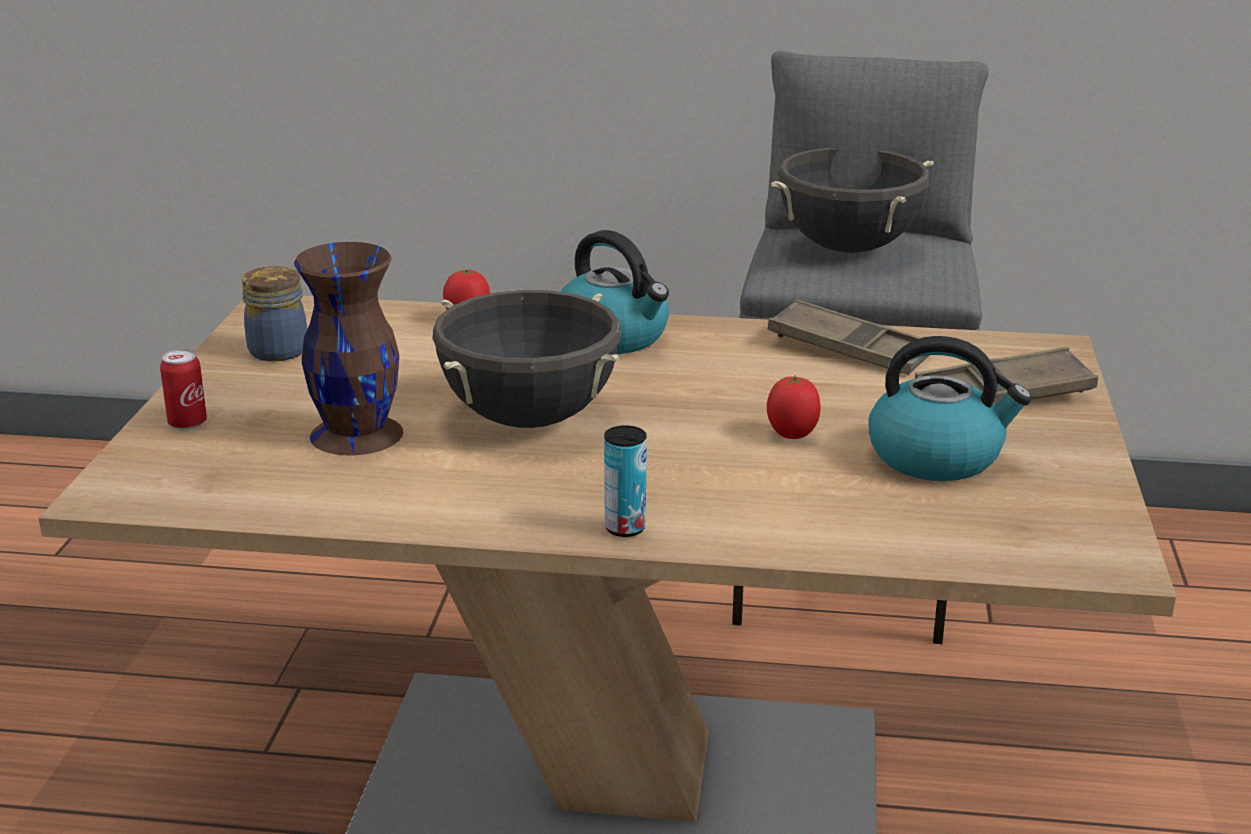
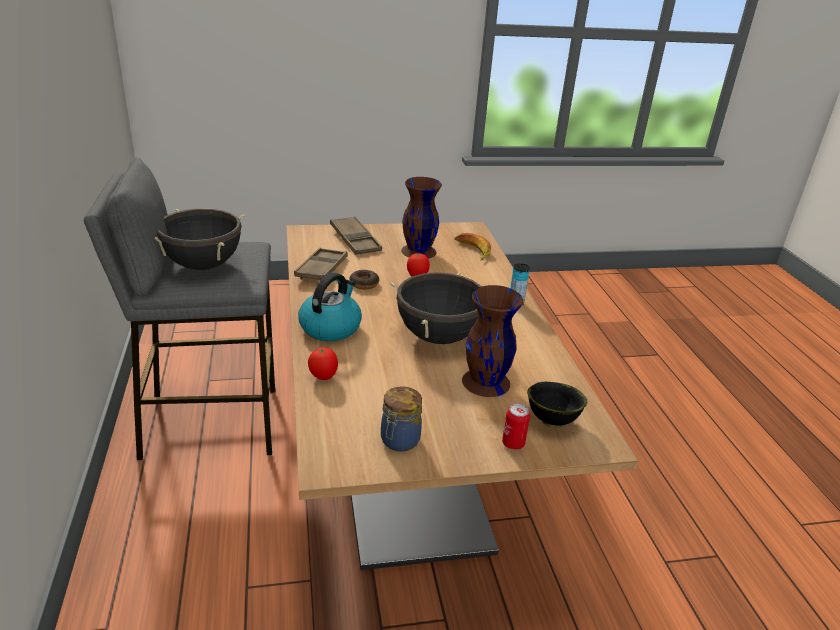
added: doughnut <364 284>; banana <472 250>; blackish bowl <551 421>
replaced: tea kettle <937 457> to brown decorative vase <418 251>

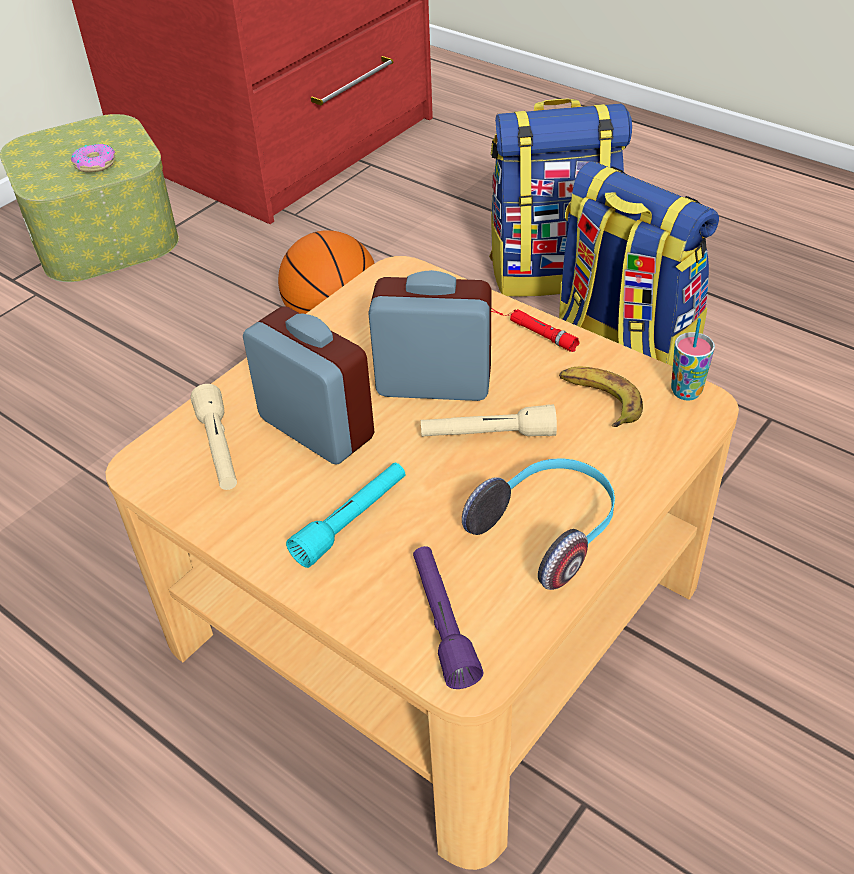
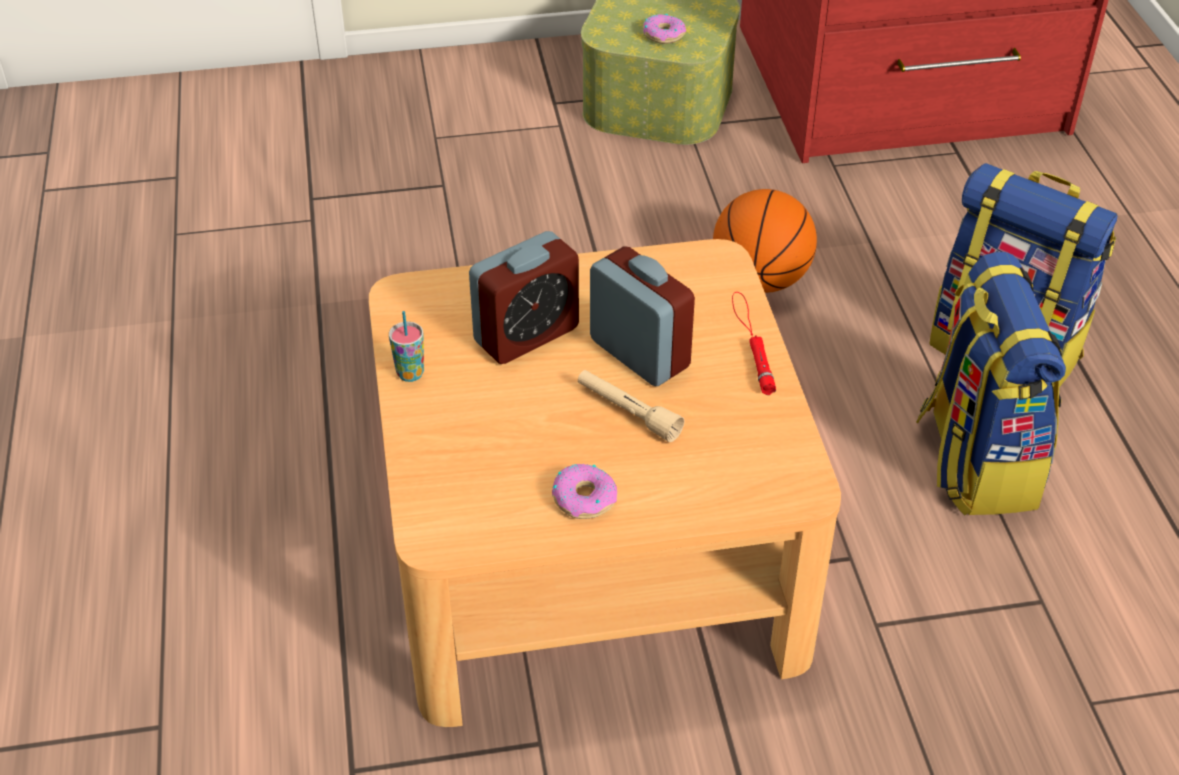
removed: sand-coloured torch <219 448>; turquoise torch <352 521>; purplish torch <442 623>; banana <599 400>
moved: drinking cup <686 392> to <410 374>
replaced: pair of headphones <548 531> to doughnut <584 498>
turned: table clock <316 428> = <526 335> 60 degrees clockwise

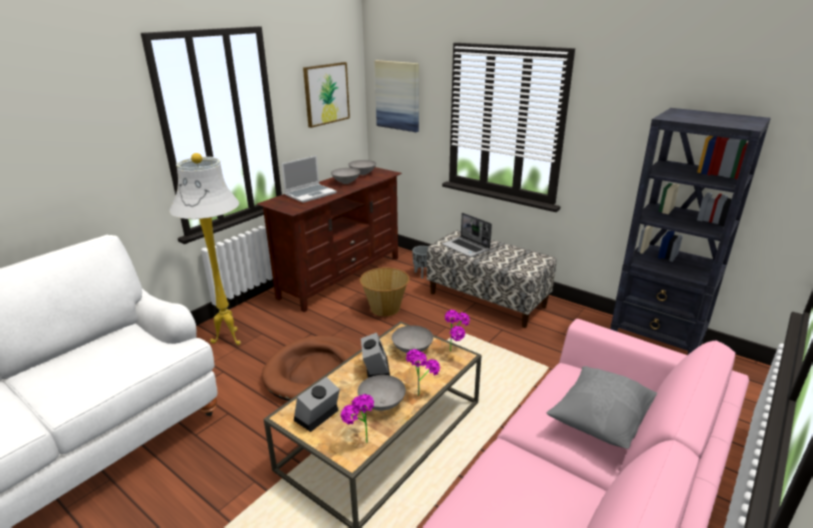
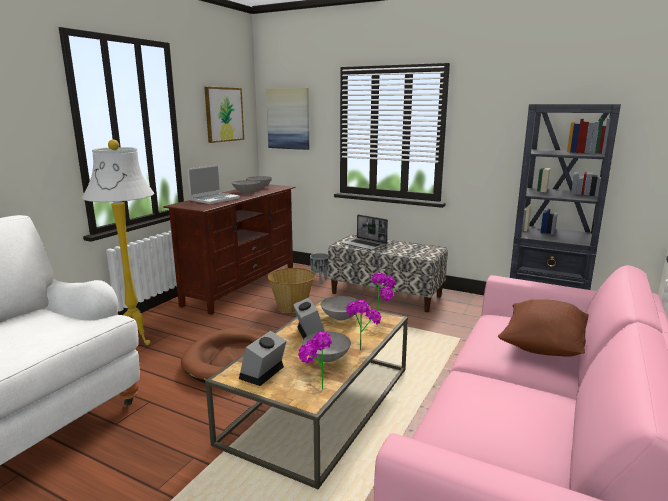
recoloured: greyish throw pillow <600 421> to brown throw pillow <543 346>

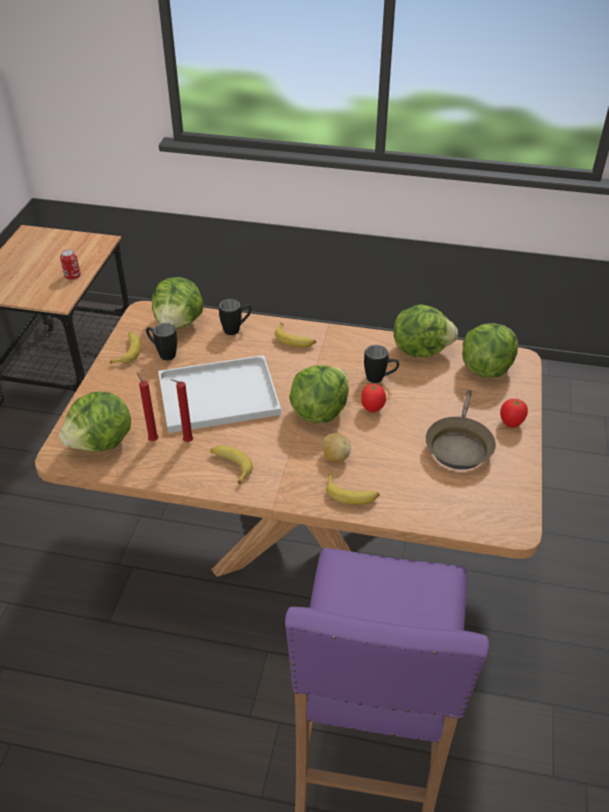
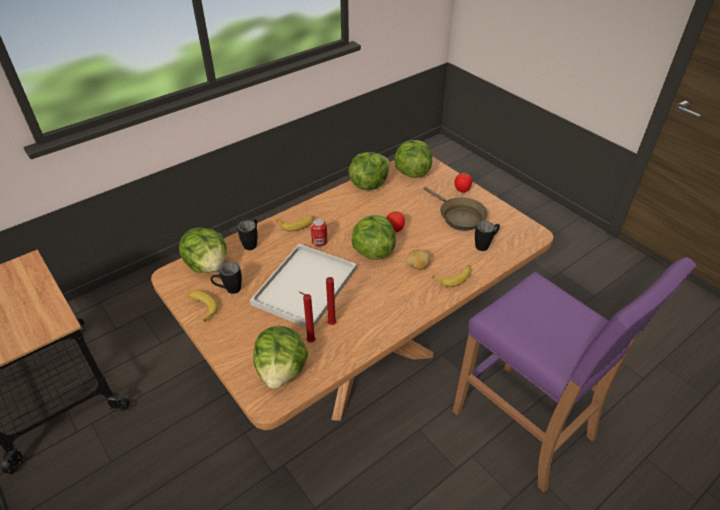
removed: banana <230 465>
moved: metal can <72 275> to <319 242>; blackish mug <380 379> to <485 245>

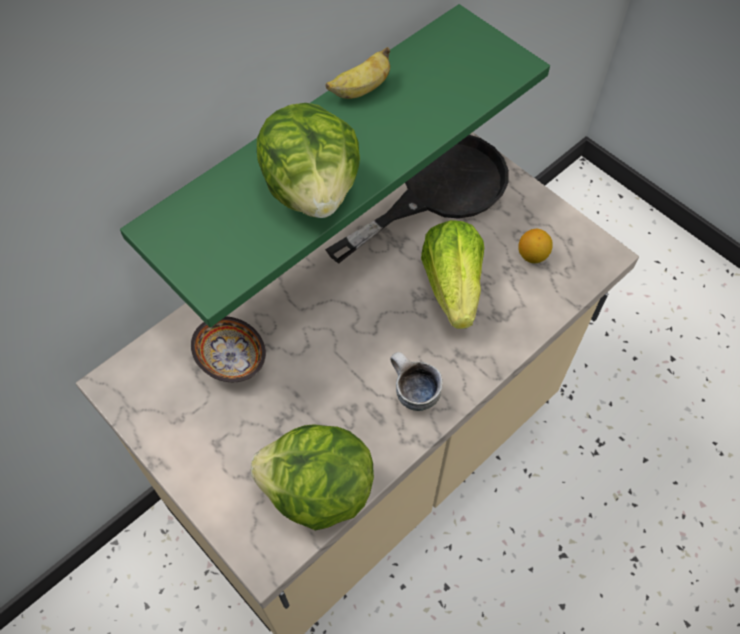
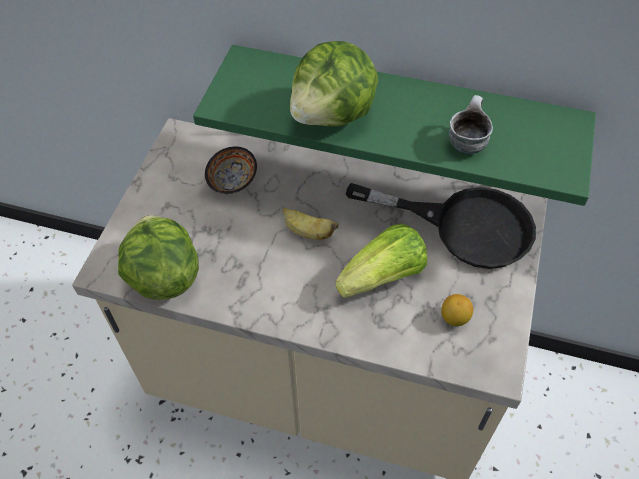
moved: banana <361 90> to <308 232>; mug <411 392> to <466 140>

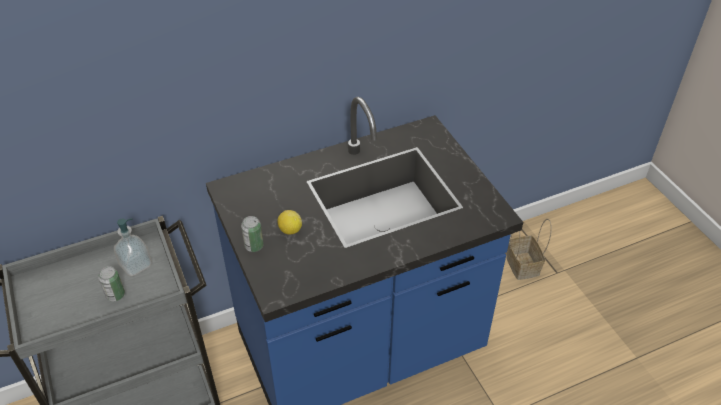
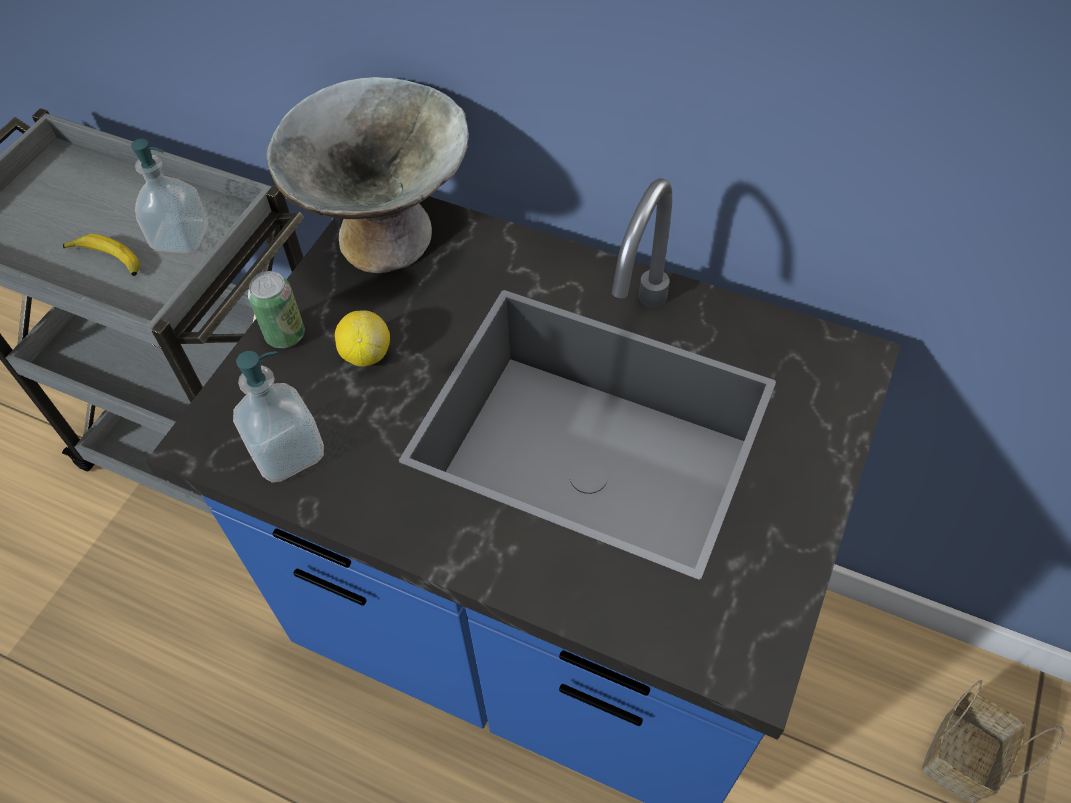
added: soap bottle <287 452>; greyish bowl <387 237>
replaced: metal can <115 295> to banana <108 260>

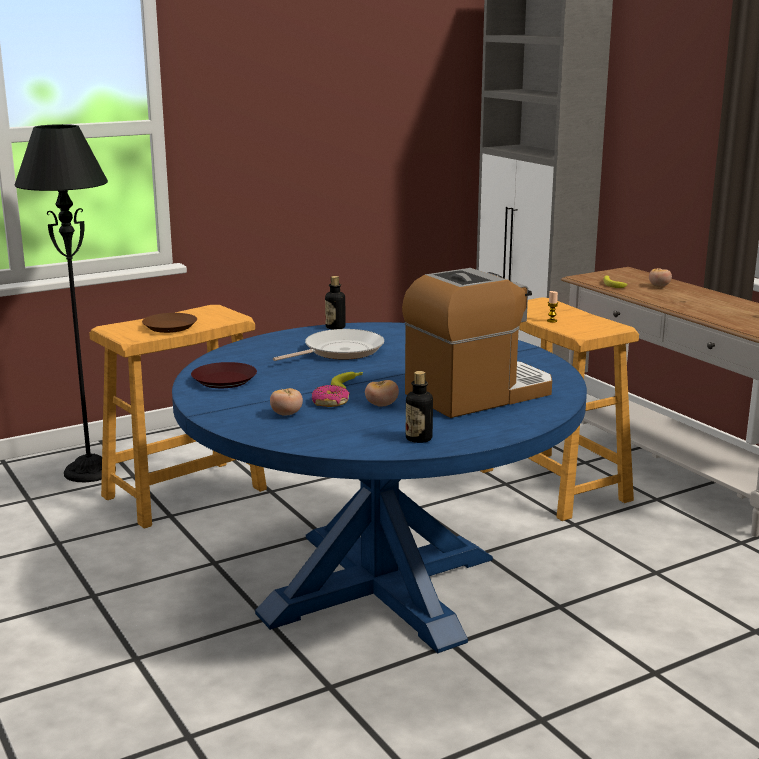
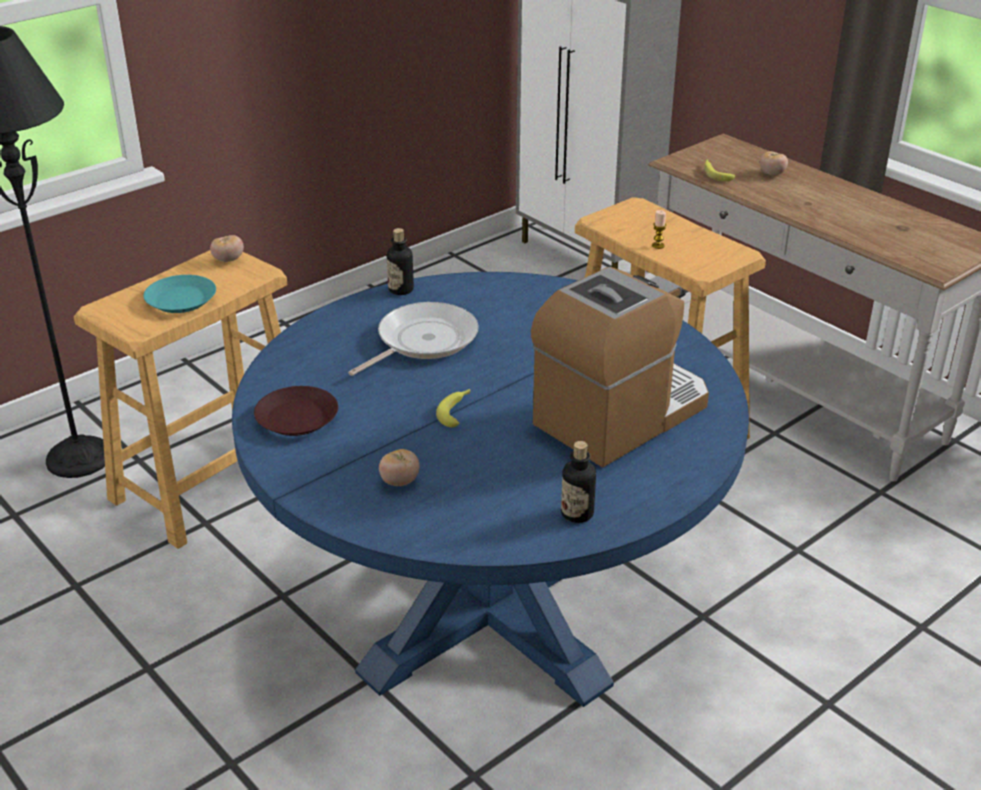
removed: doughnut <330 402>
moved: fresh tomato <381 405> to <228 260>
recoloured: brown plate <170 327> to turquoise plate <182 300>

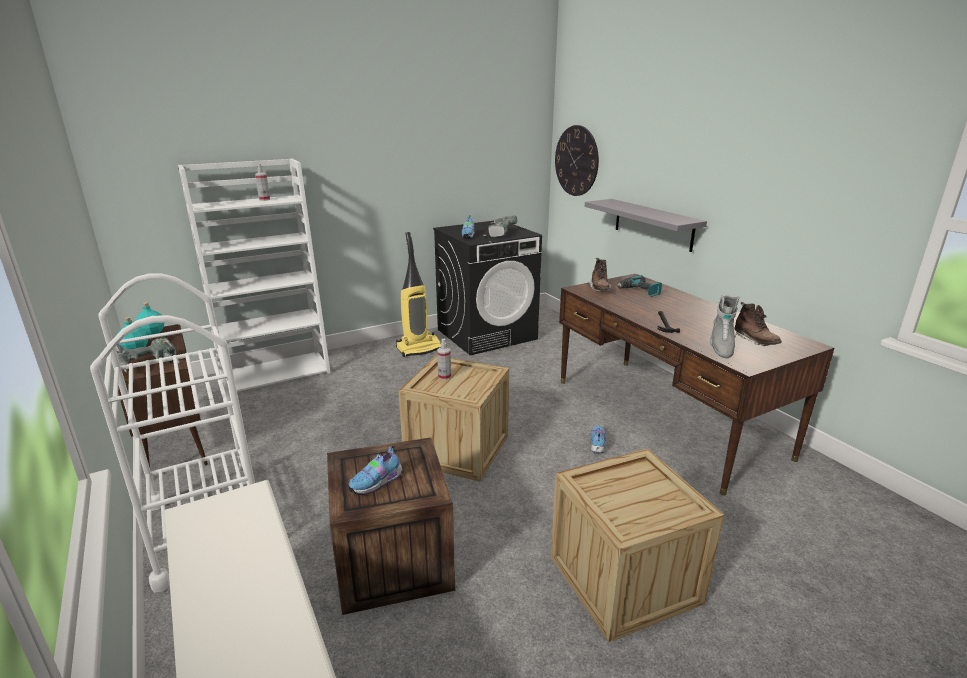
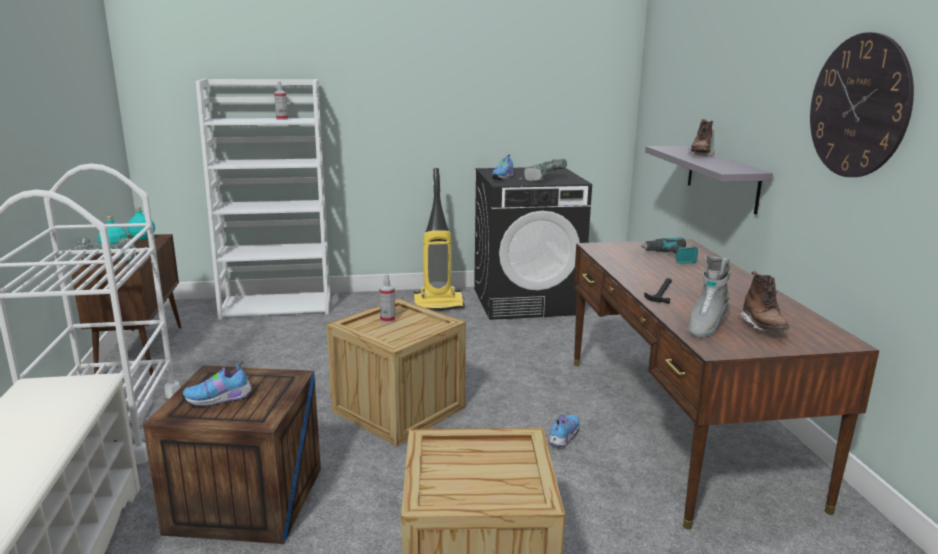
moved: clock on the wall <576 161> to <858 106>; brown boot <599 290> to <700 155>

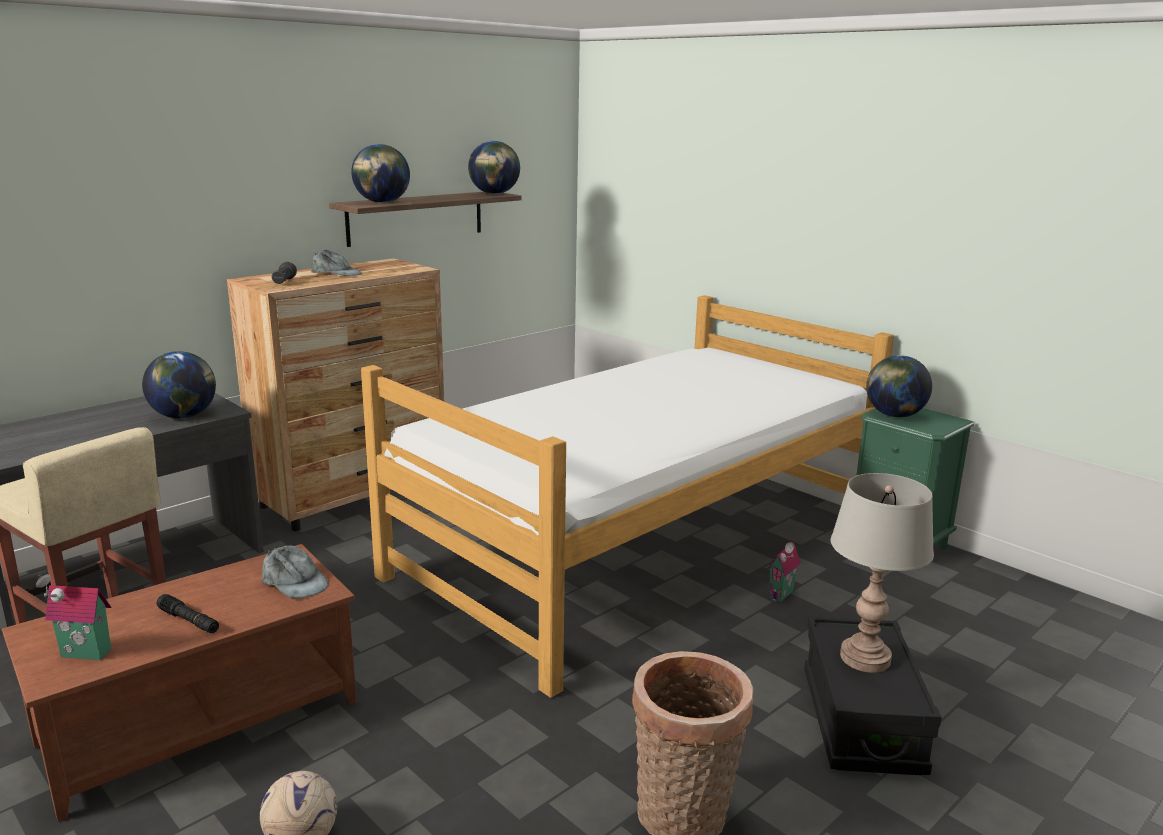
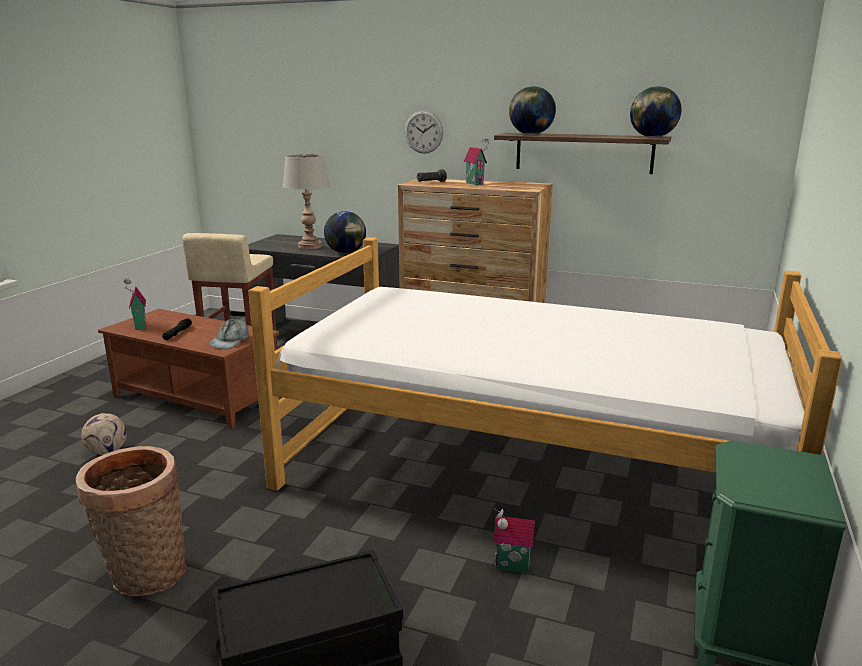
removed: desk globe <894 415>
added: clock on the wall <423 132>
moved: greyish tabletop lamp <865 658> to <310 247>
replaced: greyish peaked cap <336 273> to model house <476 183>

